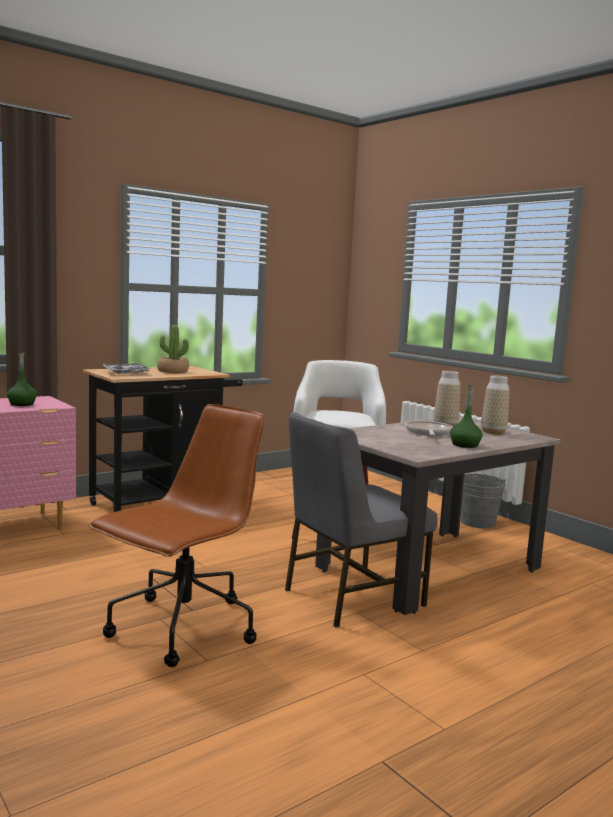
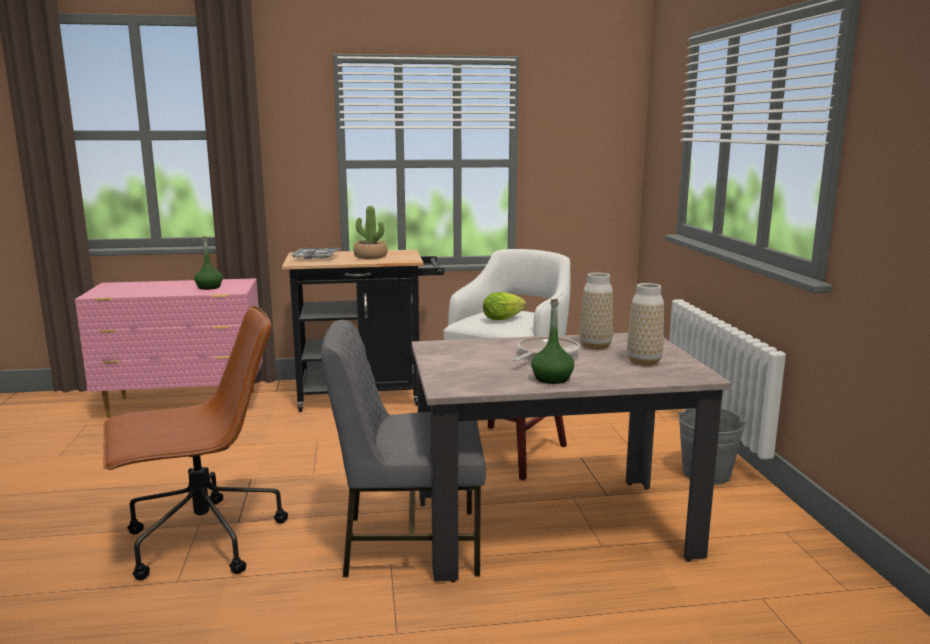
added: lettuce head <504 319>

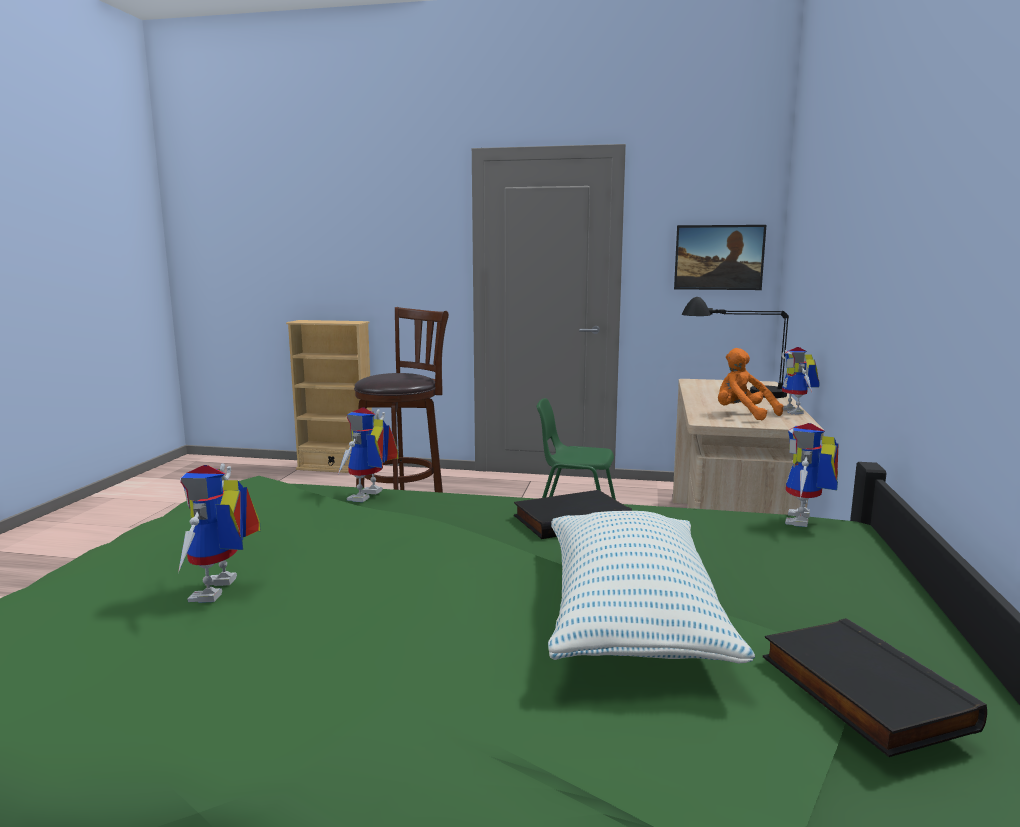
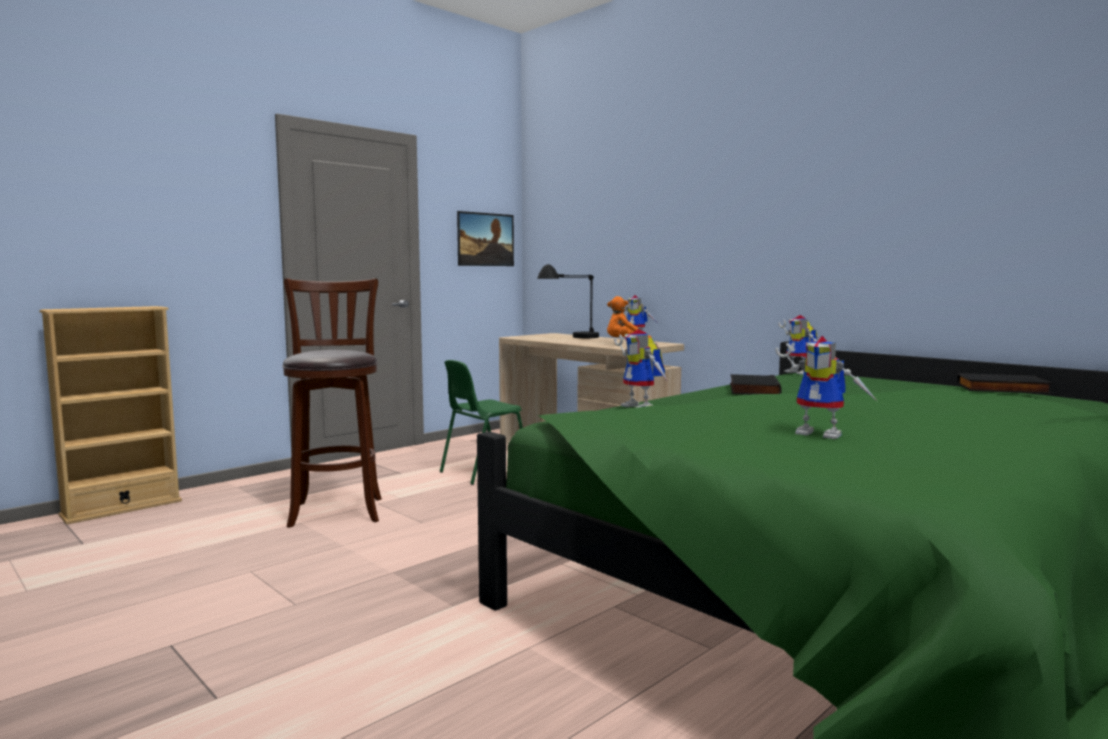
removed: throw pillow <630 617>

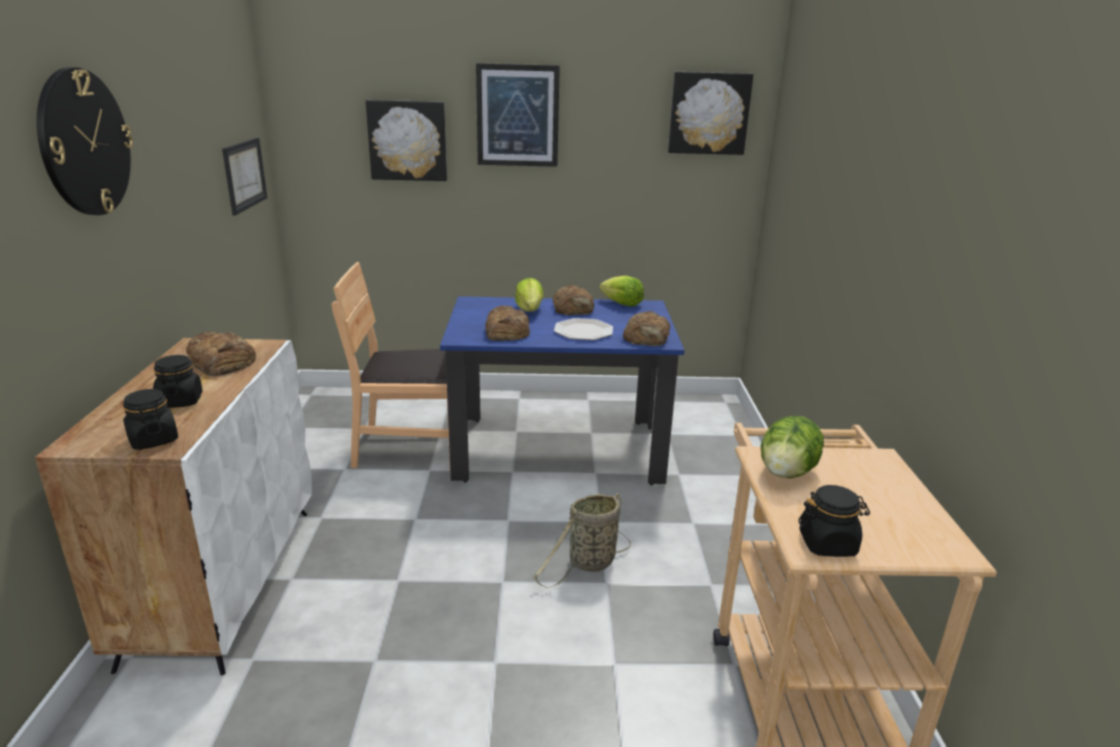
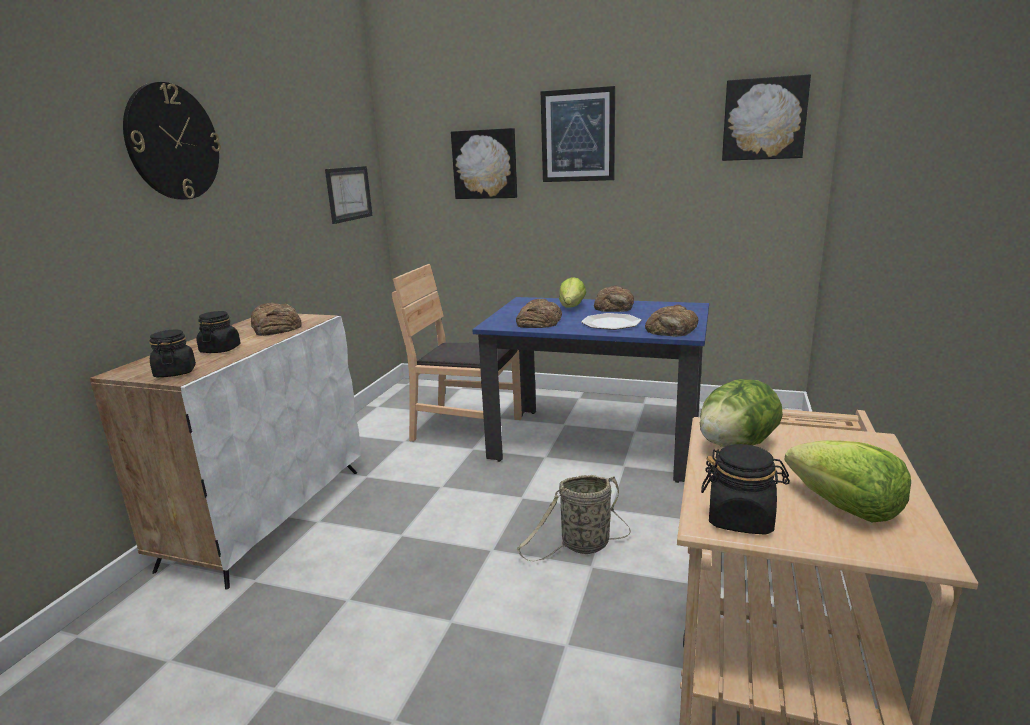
moved: lettuce head <622 304> to <844 507>

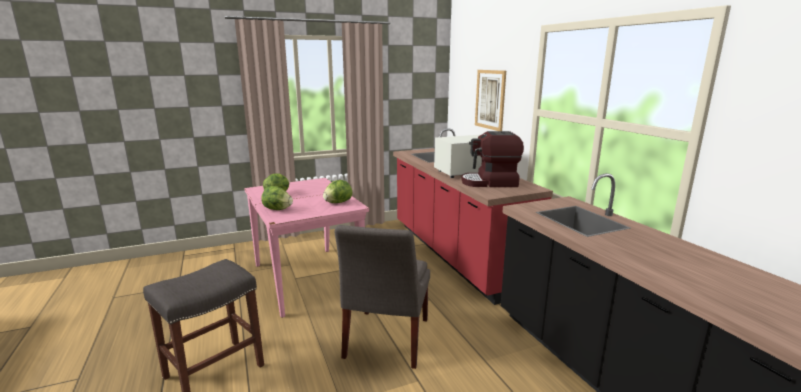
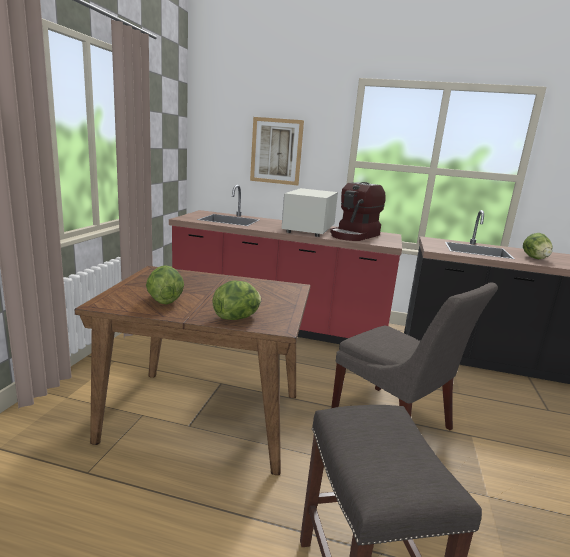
moved: lettuce head <338 202> to <535 258>
recoloured: pink-coloured dinner table <308 279> to brown dinner table <206 417>

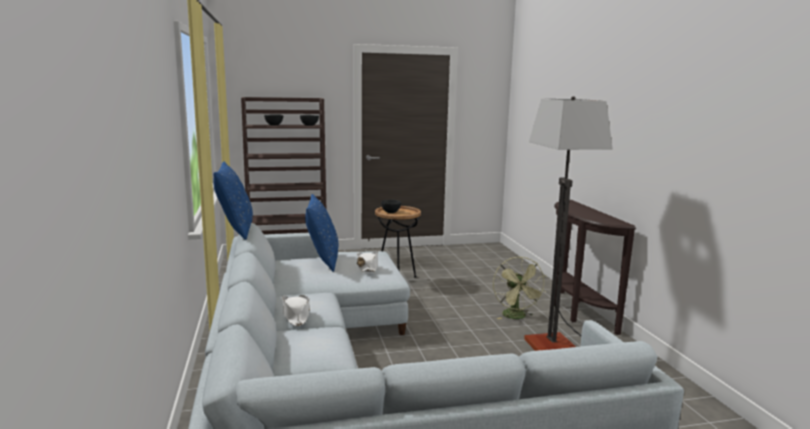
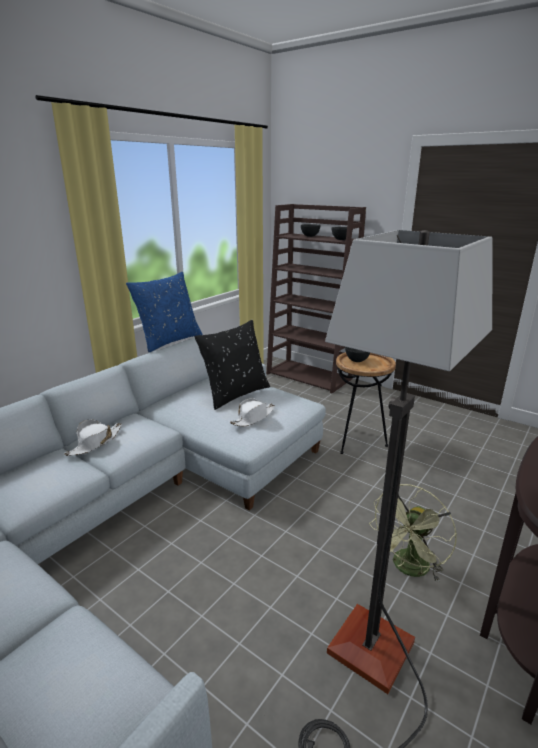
recoloured: bluish throw pillow <323 261> to blackish throw pillow <235 394>

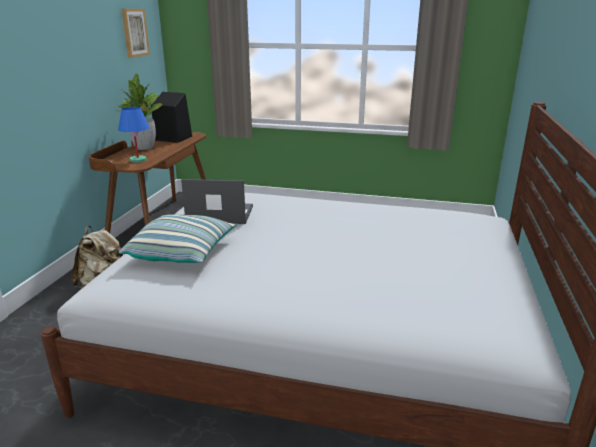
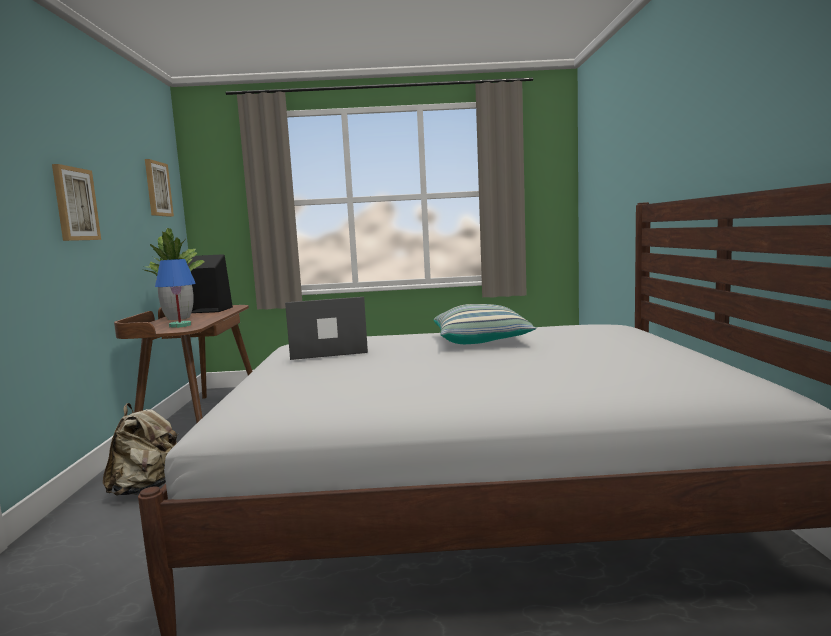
added: picture <75 204>
moved: throw pillow <182 252> to <482 341>

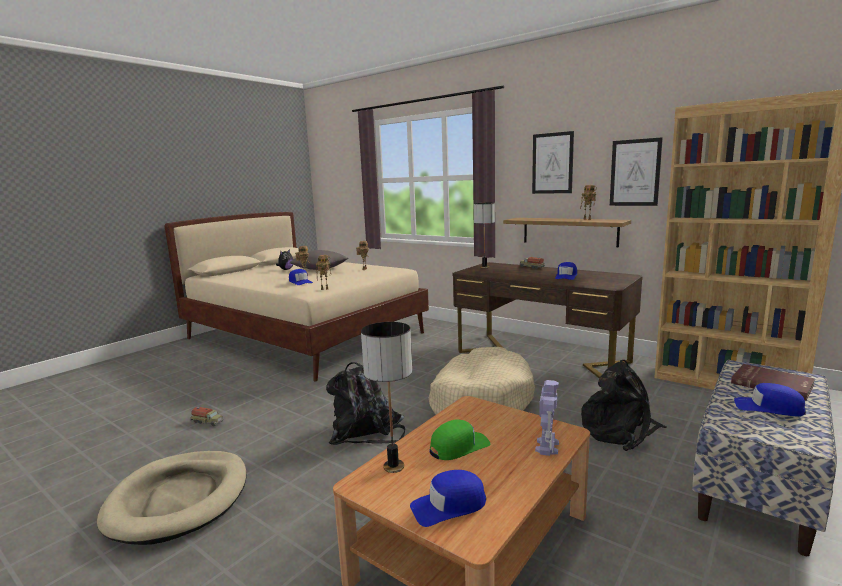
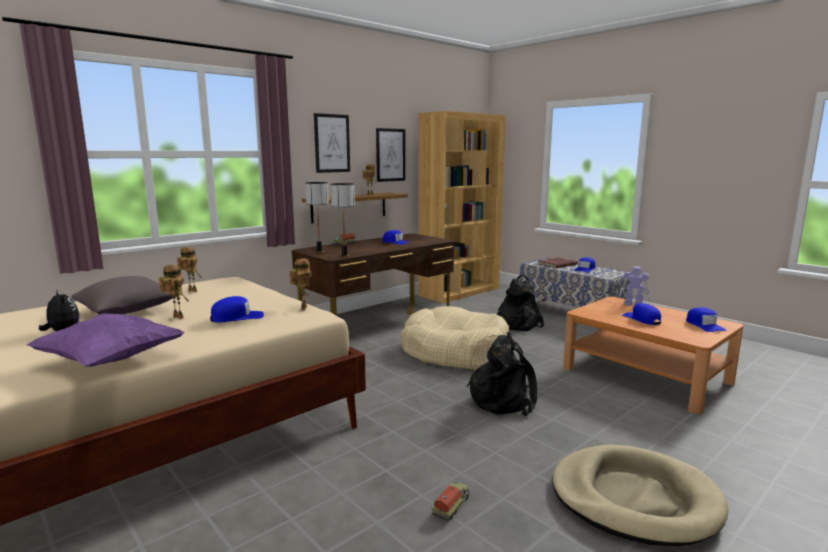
added: purplish throw pillow <112 361>
moved: tabletop lamp <393 466> to <344 256>
recoloured: green-coloured peaked cap <459 446> to bluish peaked cap <642 319>

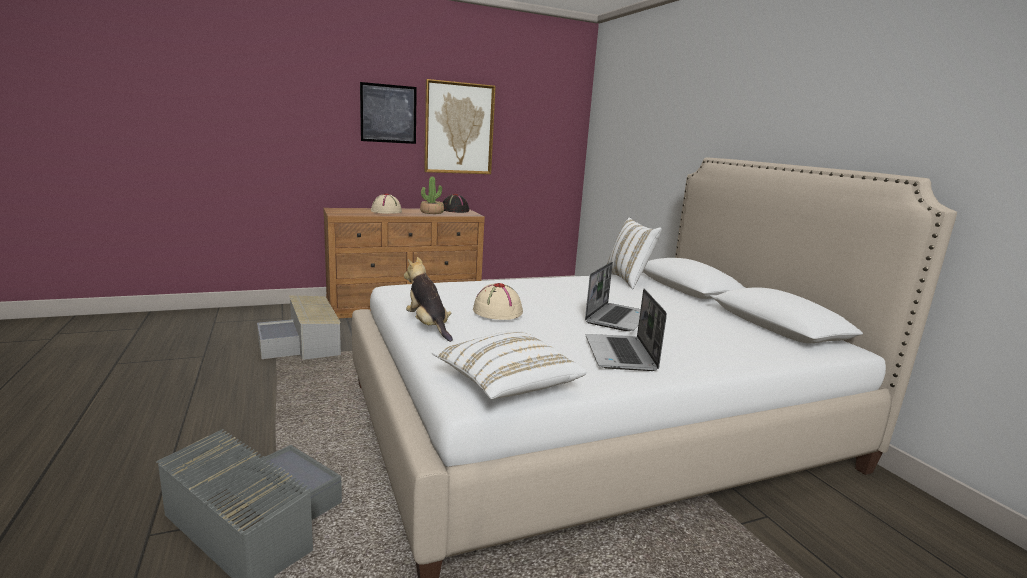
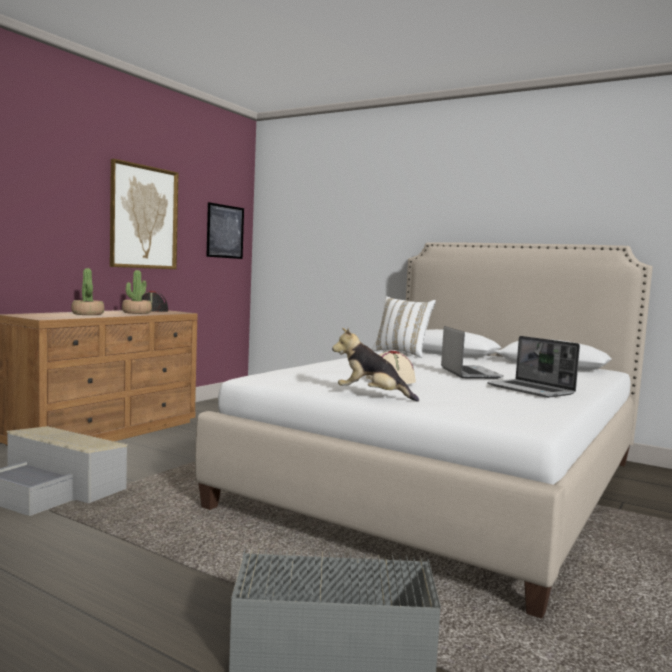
removed: white-coloured throw pillow <506 384>
moved: picture <388 113> to <225 231>
replaced: sand-coloured hat <386 211> to potted plant <88 314>

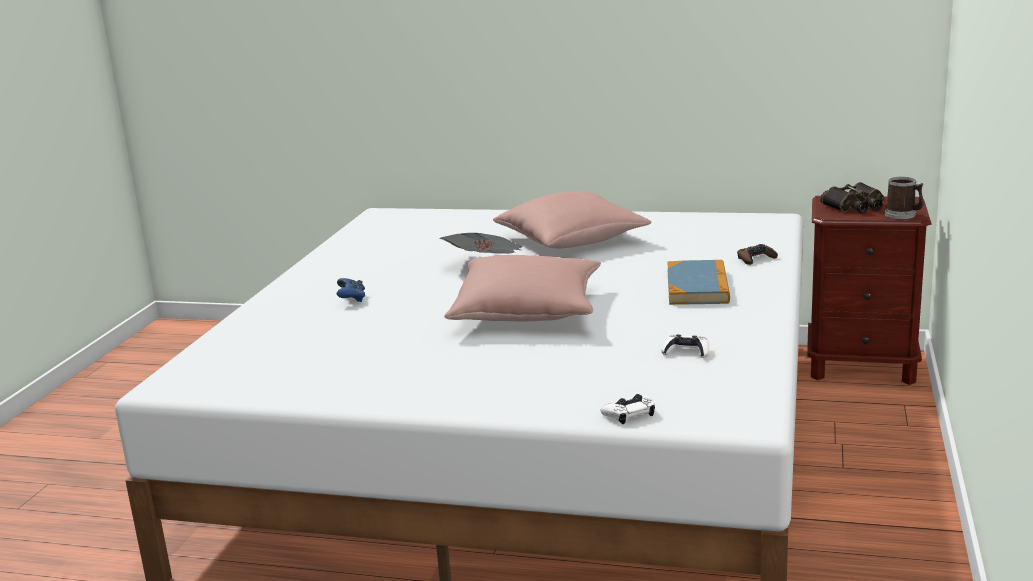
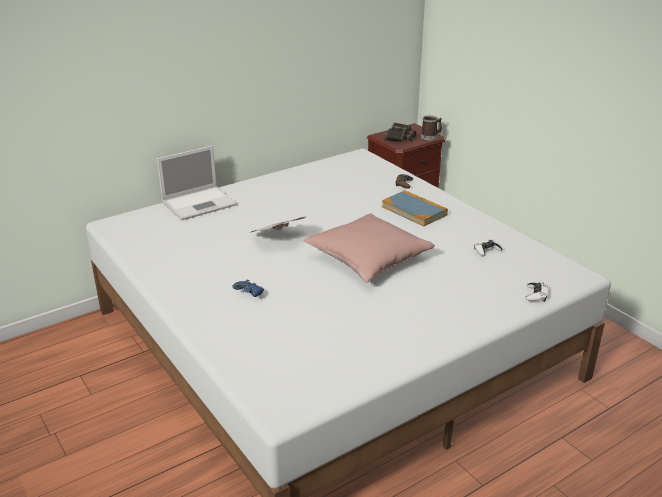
removed: pink-coloured throw pillow <571 240>
added: laptop <200 203>

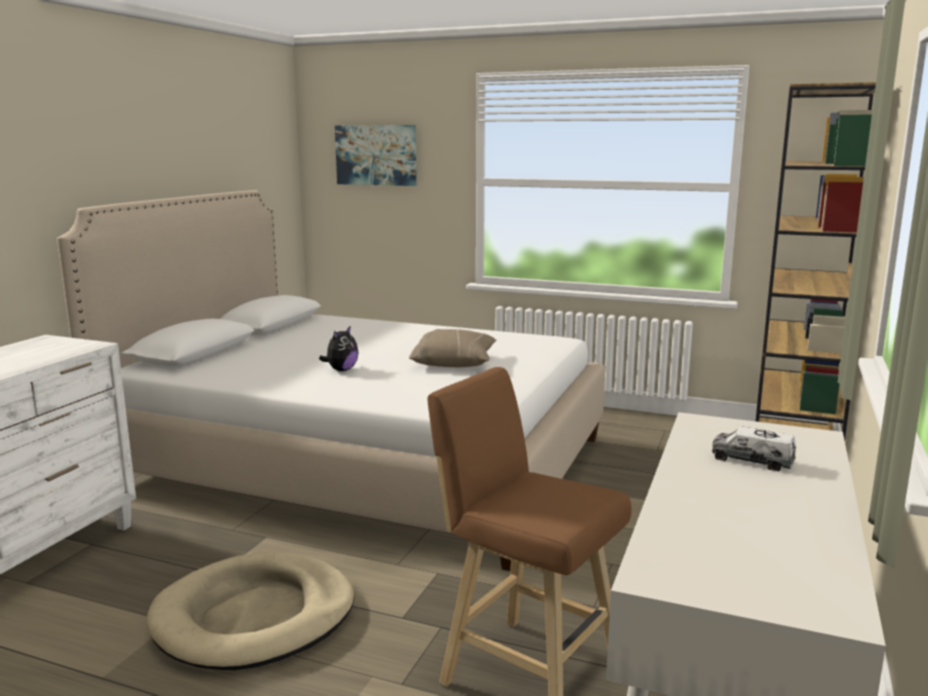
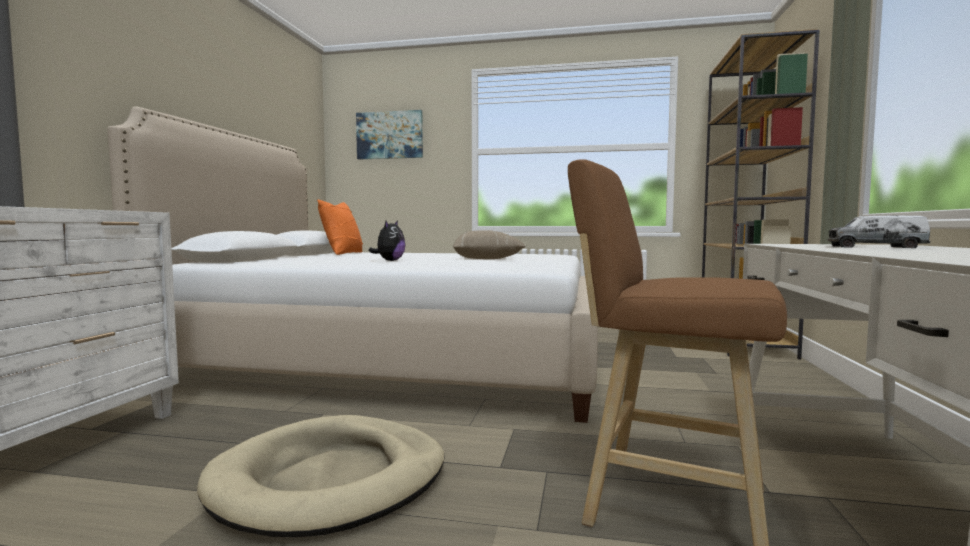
added: orange throw pillow <342 253>

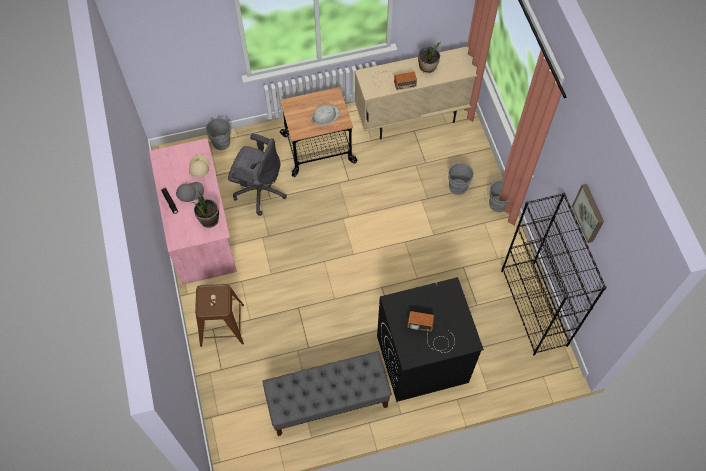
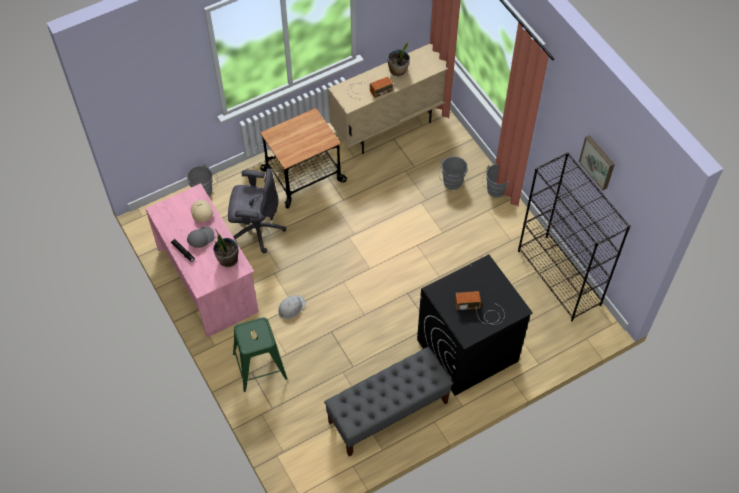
moved: white-coloured work helmet <325 116> to <291 307>
recoloured: brown sitting stool <222 325> to green-coloured sitting stool <259 366>

